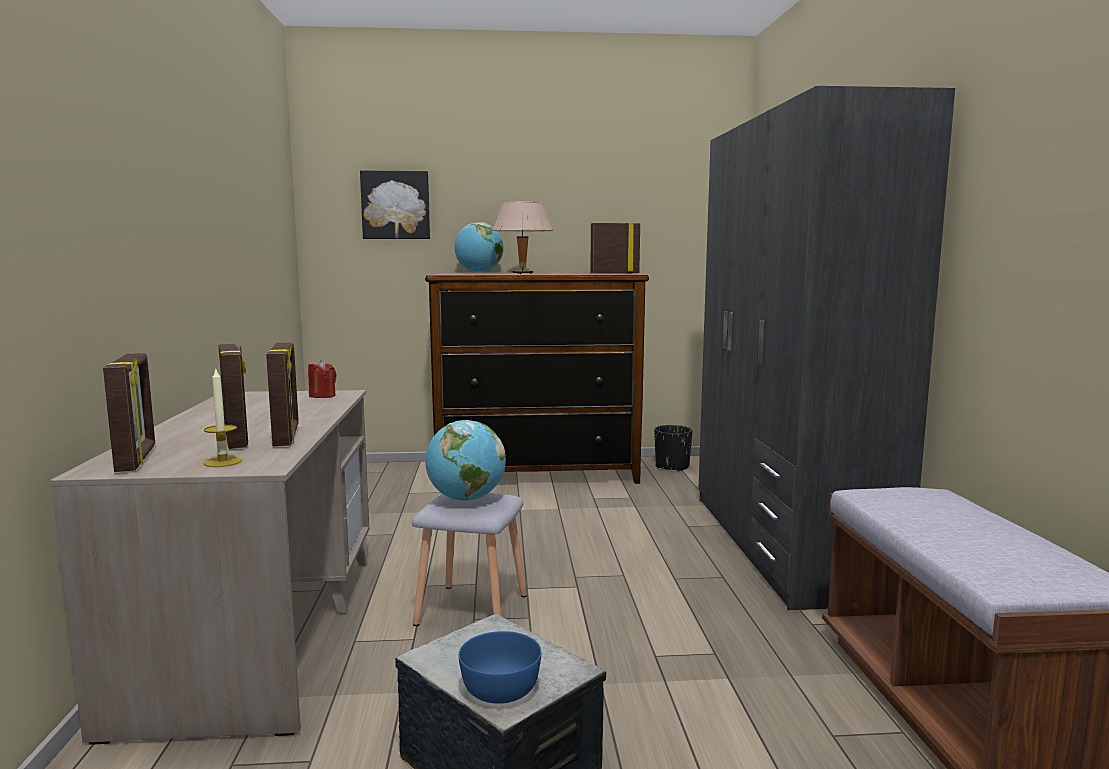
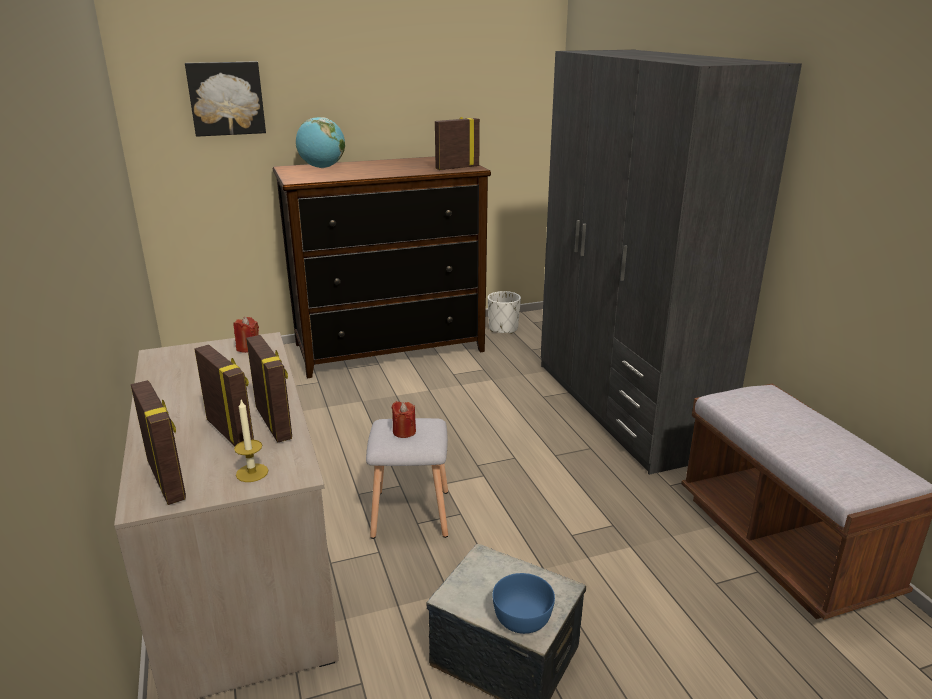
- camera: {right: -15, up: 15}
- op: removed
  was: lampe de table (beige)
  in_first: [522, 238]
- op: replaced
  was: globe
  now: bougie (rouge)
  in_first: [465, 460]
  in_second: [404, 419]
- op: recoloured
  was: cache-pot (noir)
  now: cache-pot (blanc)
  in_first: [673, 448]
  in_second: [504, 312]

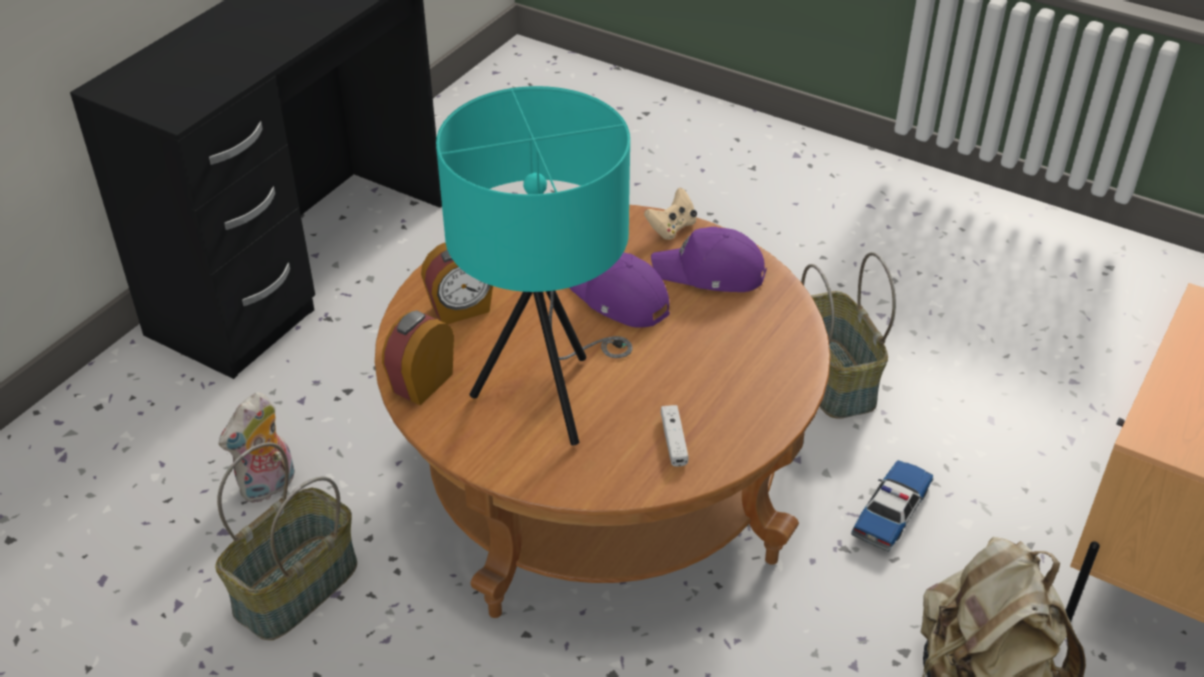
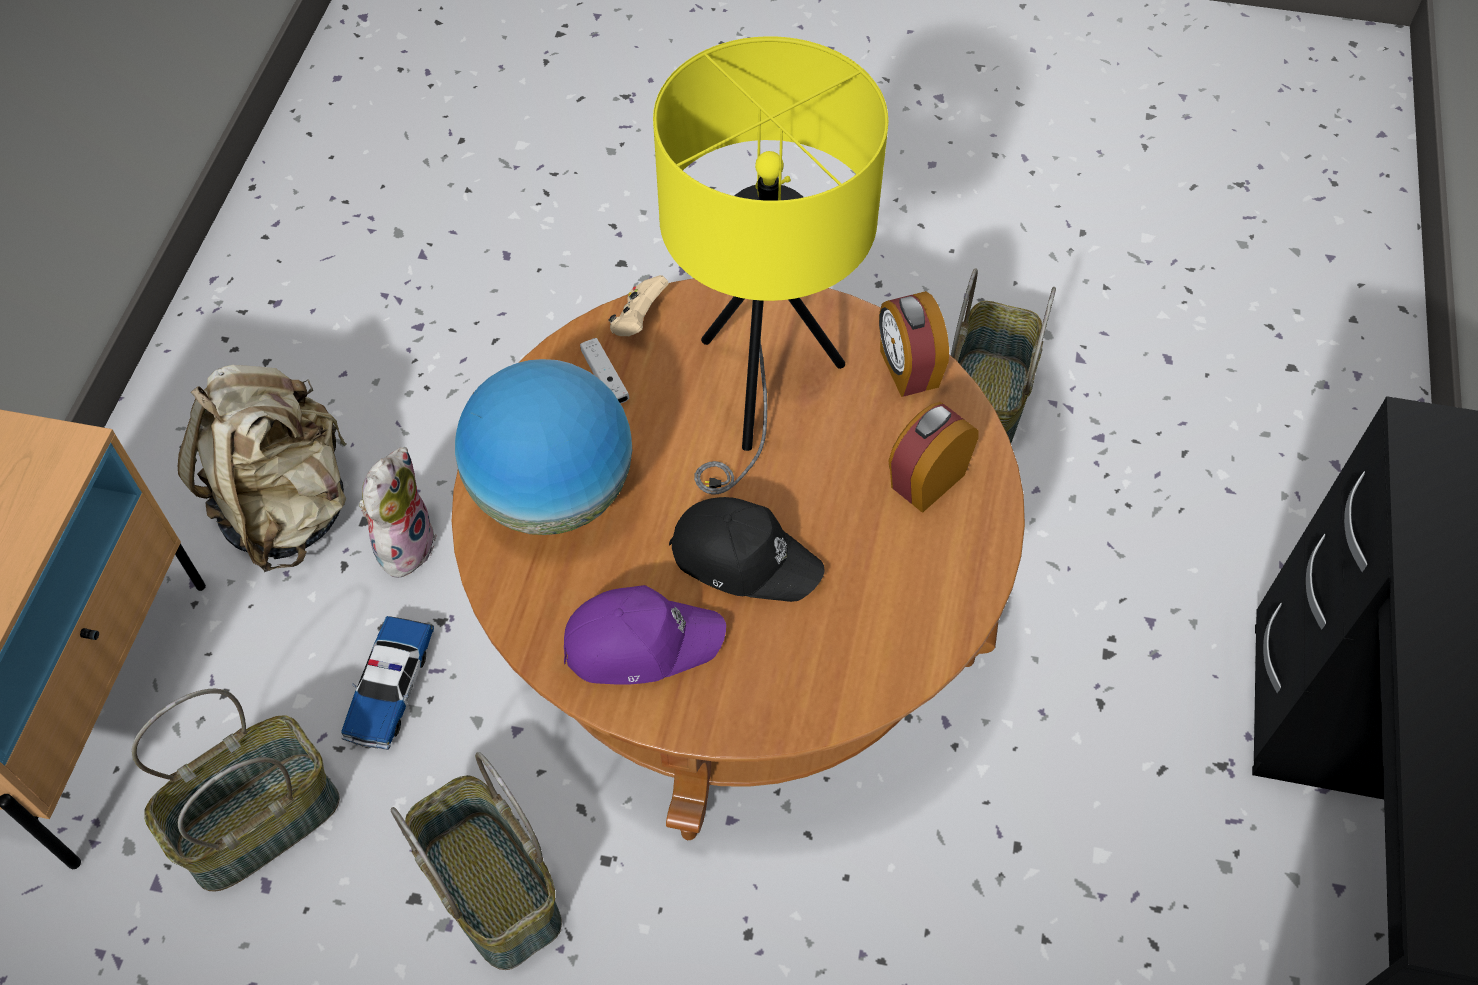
- camera: {right: 160, up: 15}
- op: recoloured
  was: lampe de table (turquoise)
  now: lampe de table (jaune)
  in_first: [534, 265]
  in_second: [770, 265]
- op: moved
  was: manette (beige)
  in_first: [670, 214]
  in_second: [638, 305]
- op: recoloured
  was: casquette (violet)
  now: casquette (noir)
  in_first: [620, 290]
  in_second: [747, 549]
- op: turned
  was: réveil
  in_first: [418, 357]
  in_second: [914, 344]
  clockwise: 150
- op: moved
  was: peluche
  in_first: [257, 447]
  in_second: [397, 512]
- op: added
  now: globe
  in_second: [543, 447]
- op: added
  now: panier
  in_second: [236, 790]

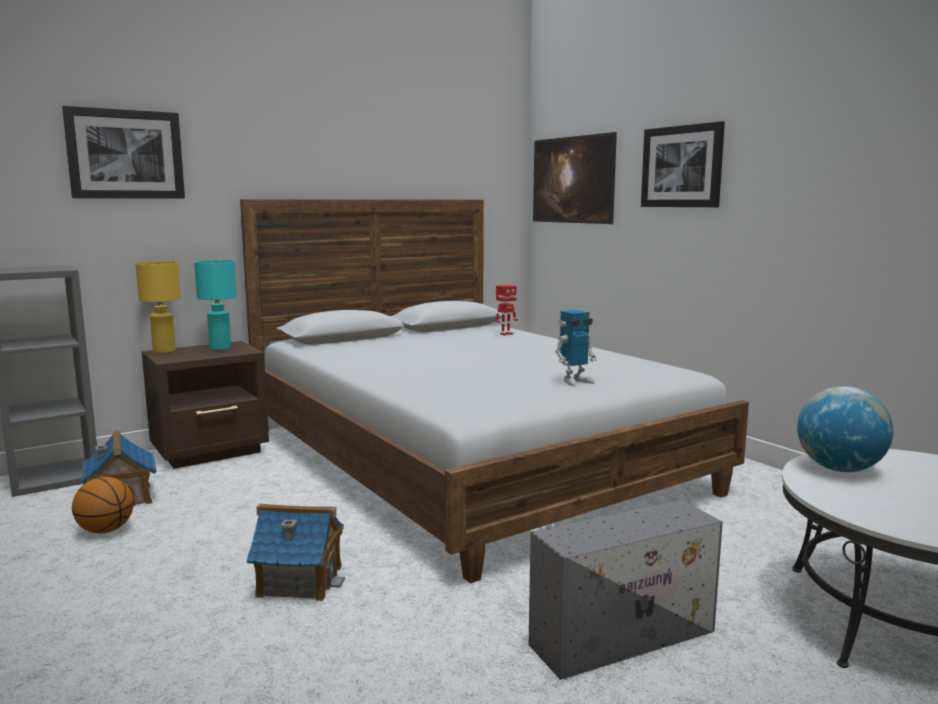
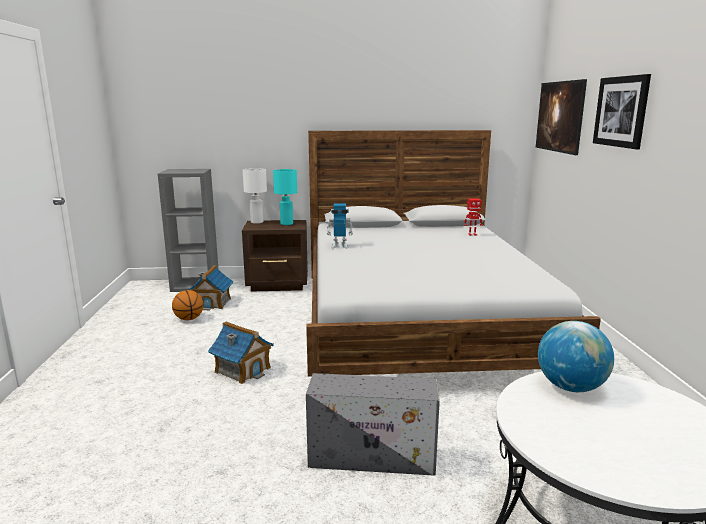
- camera: {right: 30, up: 5}
- op: removed
  was: tableau
  in_first: [123, 152]
- op: recoloured
  was: lampe de table (jaune)
  now: lampe de table (blanc)
  in_first: [158, 307]
  in_second: [255, 196]
- op: moved
  was: robot jouet
  in_first: [576, 348]
  in_second: [340, 226]

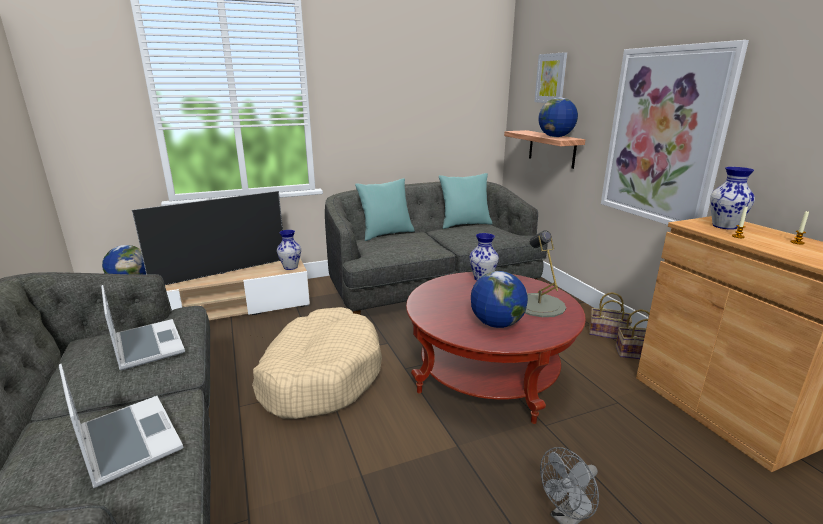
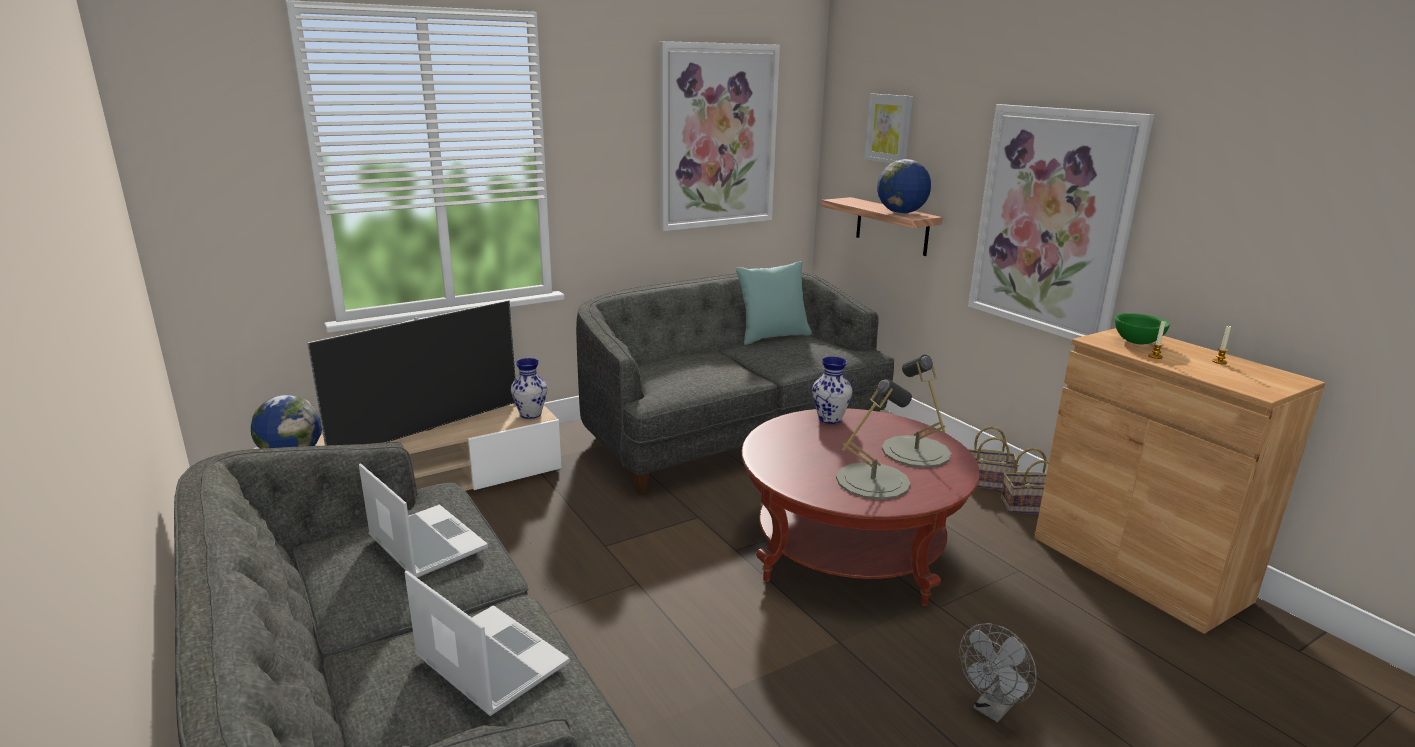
- camera: {right: -10, up: 0}
- op: replaced
  was: vase
  now: bol (vert)
  in_first: [732, 198]
  in_second: [1142, 328]
- op: removed
  was: coussin (turquoise)
  in_first: [385, 209]
- op: replaced
  was: globe
  now: lampe de table (gris)
  in_first: [499, 299]
  in_second: [874, 439]
- op: removed
  was: panier pour chien (beige)
  in_first: [317, 363]
- op: added
  now: tableau
  in_second: [720, 136]

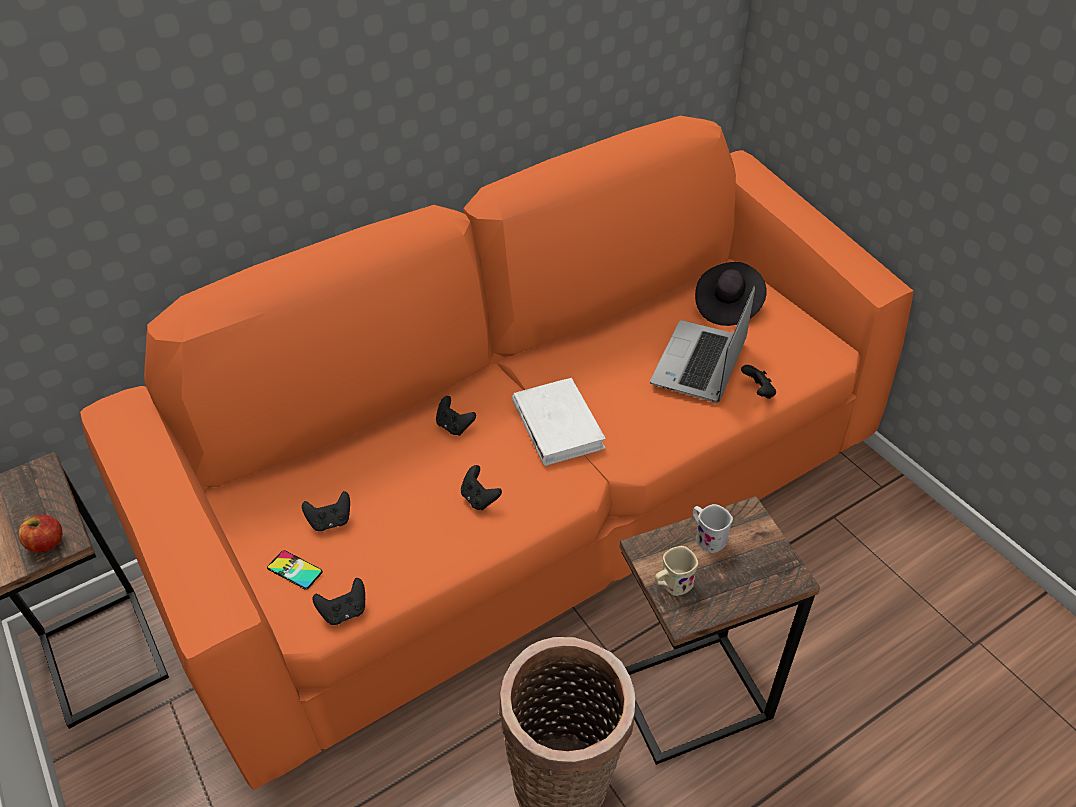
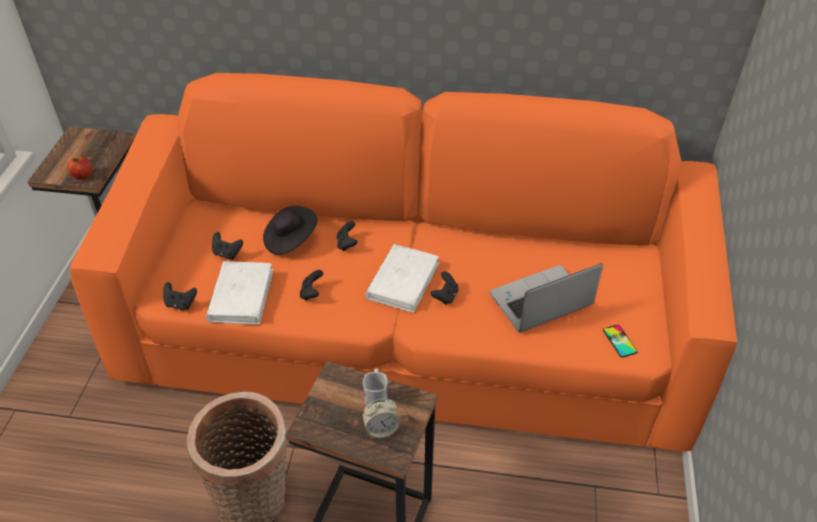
- camera: {right: 40, up: 0}
- op: moved
  was: chapeau (noir)
  in_first: [731, 294]
  in_second: [290, 230]
- op: moved
  was: manette (noir)
  in_first: [758, 382]
  in_second: [444, 288]
- op: removed
  was: mug (beige)
  in_first: [676, 571]
- op: moved
  was: téléphone
  in_first: [295, 570]
  in_second: [620, 341]
- op: added
  now: livre (blanc)
  in_second: [240, 293]
- op: added
  now: réveil
  in_second: [381, 418]

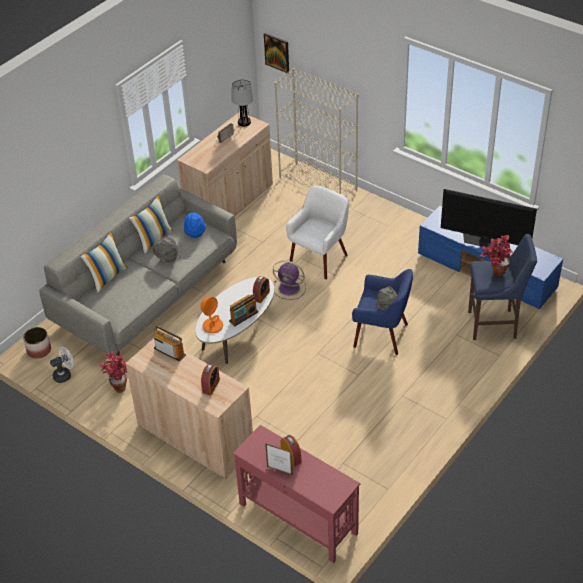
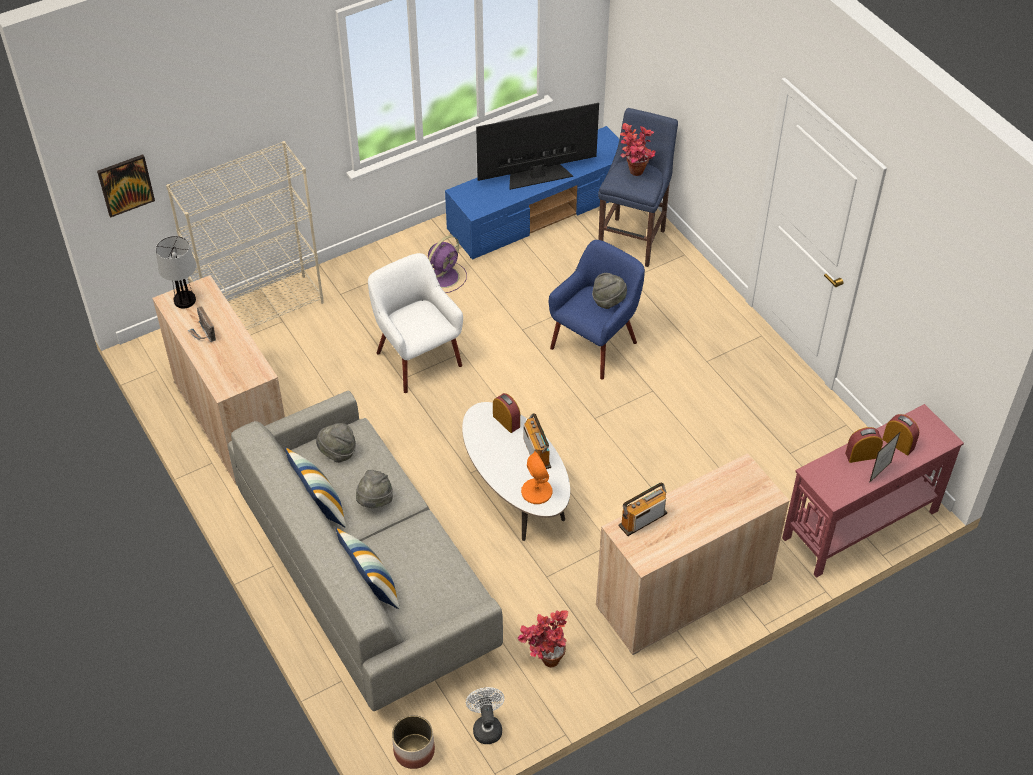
- camera: {right: -70, up: 5}
- op: turned
  was: téléviseur
  in_first: [489, 218]
  in_second: [537, 146]
  clockwise: -150
- op: recoloured
  was: chapeau (bleu)
  now: chapeau (gris)
  in_first: [195, 225]
  in_second: [336, 443]
- op: moved
  was: ventilateur (violet)
  in_first: [289, 280]
  in_second: [447, 264]
- op: moved
  was: réveil
  in_first: [210, 379]
  in_second: [900, 434]

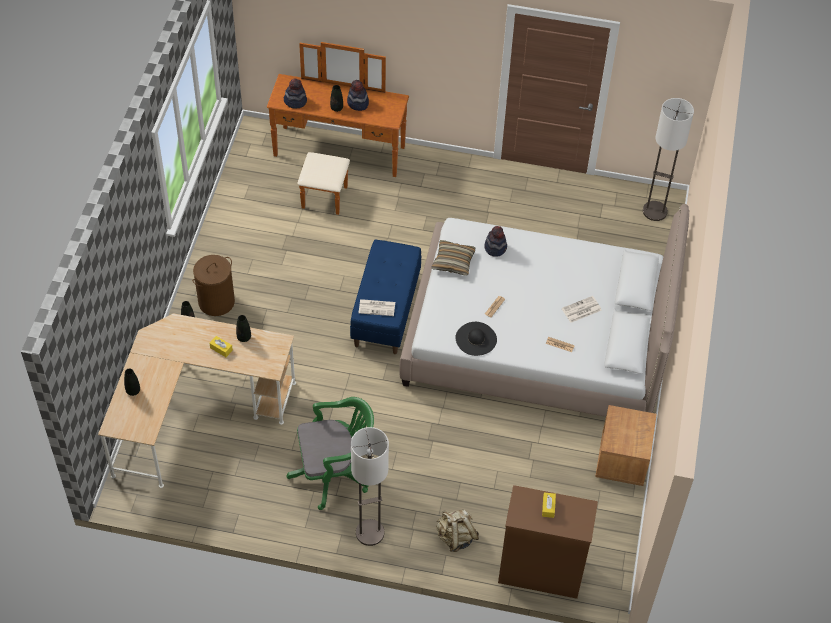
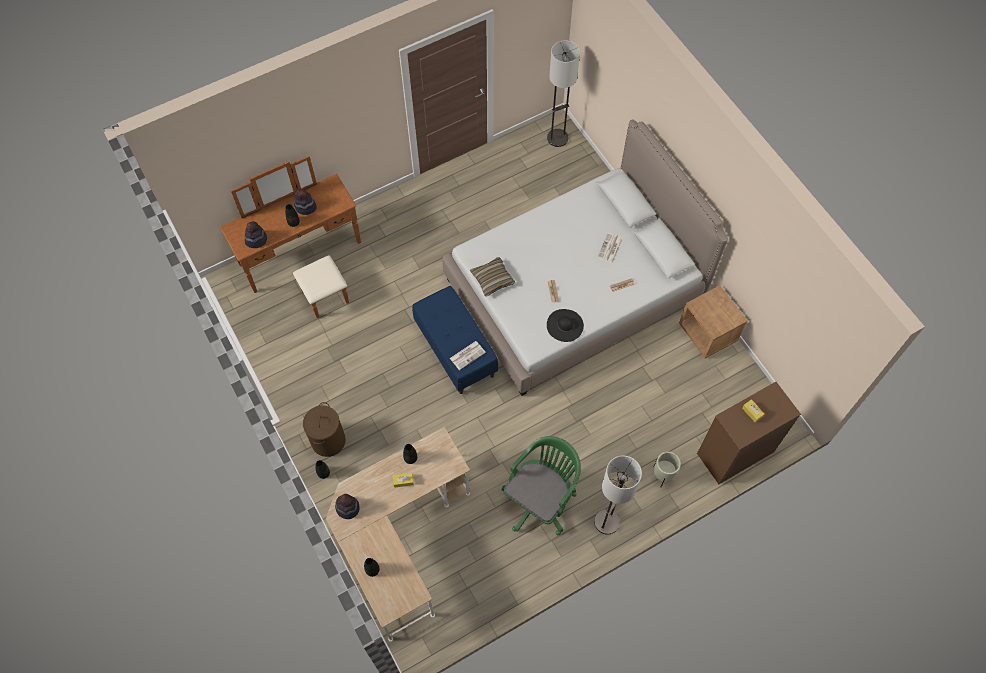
- camera: {right: -40, up: 10}
- op: moved
  was: chapeau
  in_first: [495, 241]
  in_second: [347, 506]
- op: replaced
  was: sac à dos (beige)
  now: cache-pot (beige)
  in_first: [457, 531]
  in_second: [667, 469]

